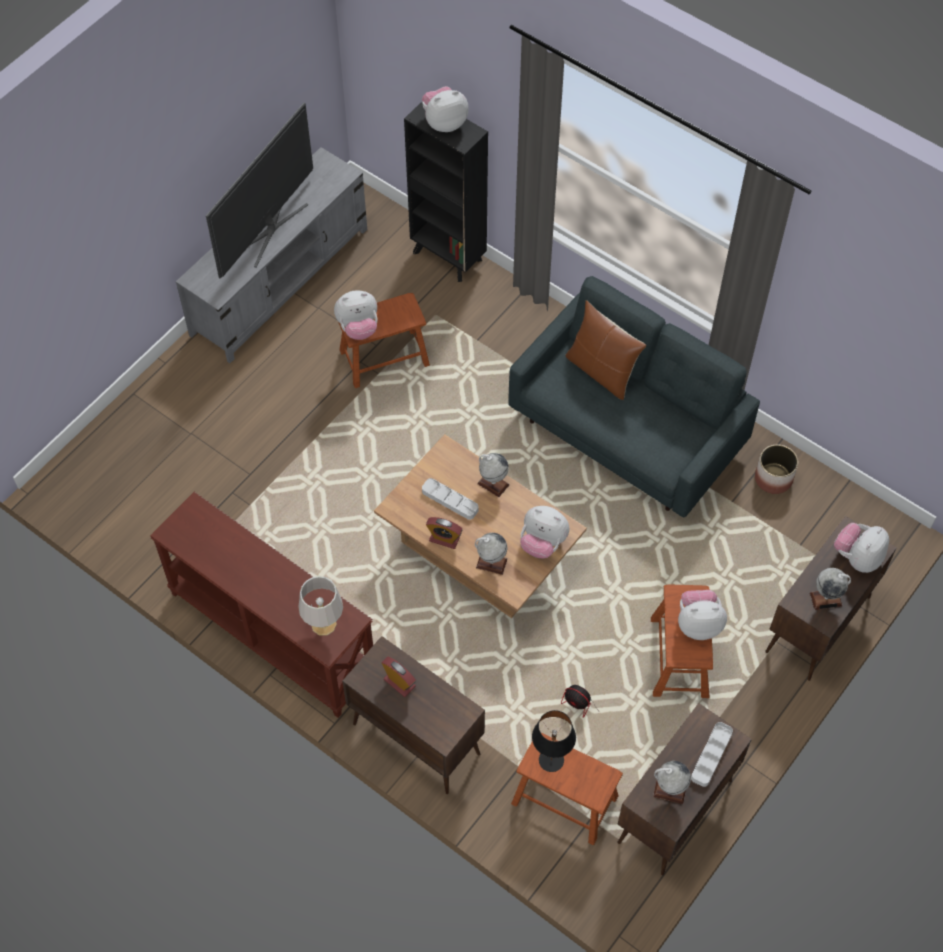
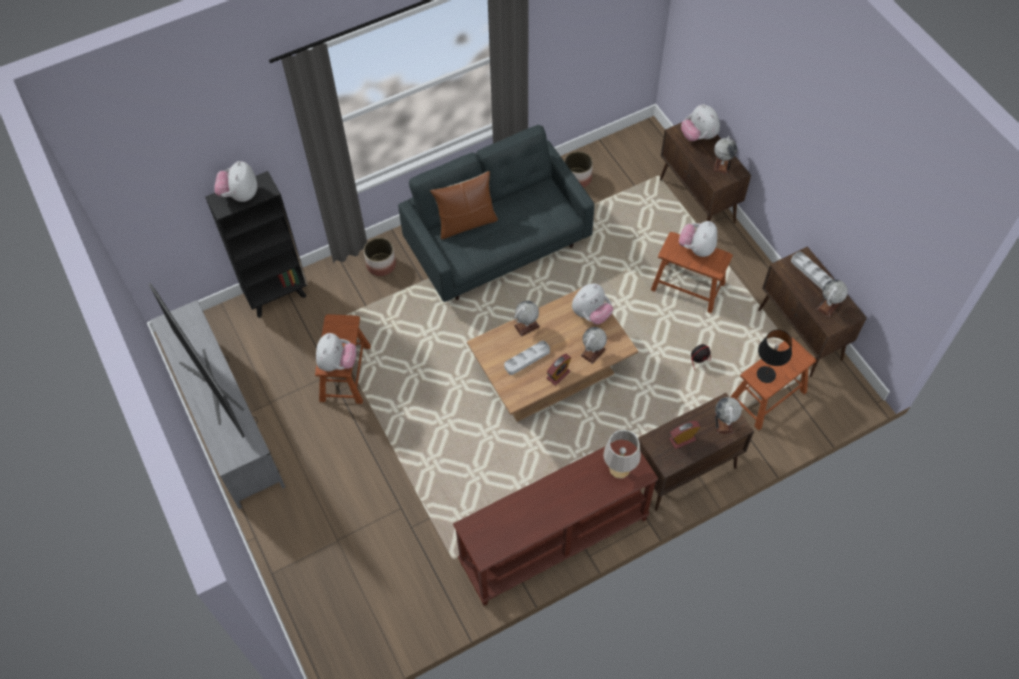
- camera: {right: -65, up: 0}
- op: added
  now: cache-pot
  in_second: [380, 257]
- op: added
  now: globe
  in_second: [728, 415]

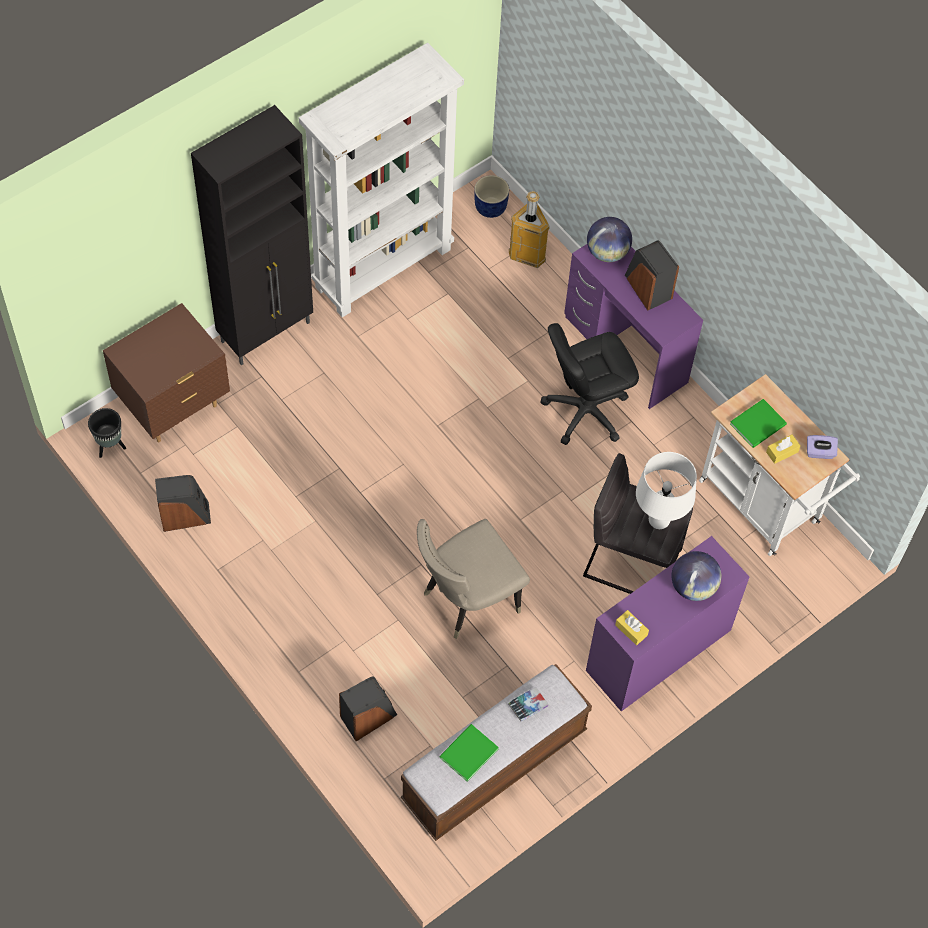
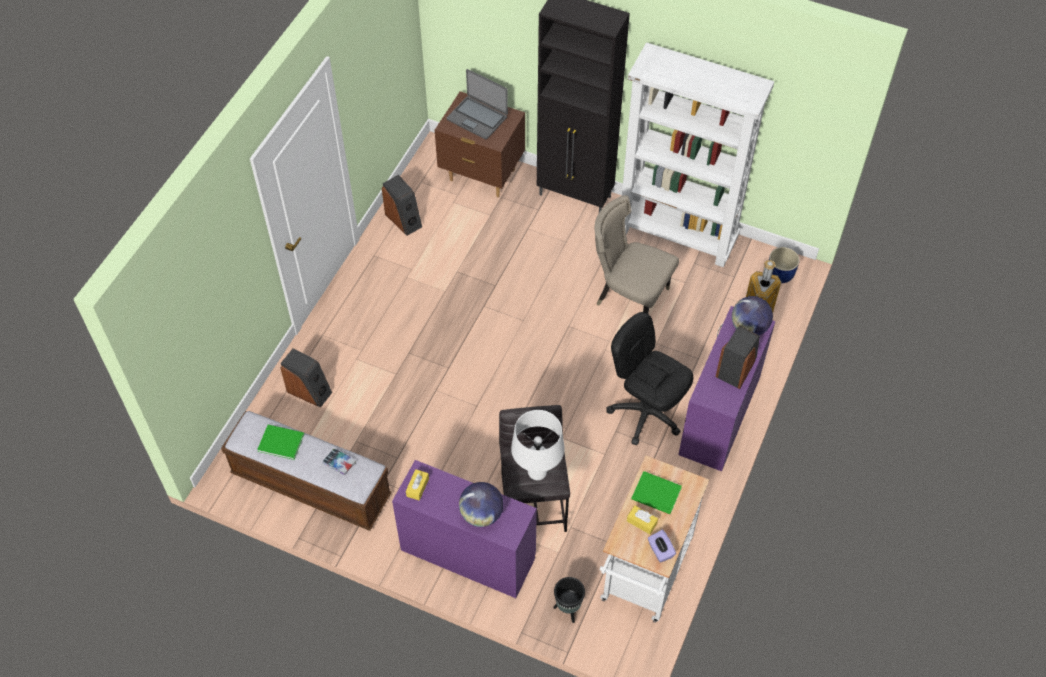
- camera: {right: 65, up: -5}
- op: moved
  was: cache-pot (noir)
  in_first: [107, 433]
  in_second: [569, 600]
- op: moved
  was: chaise (beige)
  in_first: [473, 579]
  in_second: [637, 254]
- op: added
  now: ordinateur portable
  in_second: [477, 104]

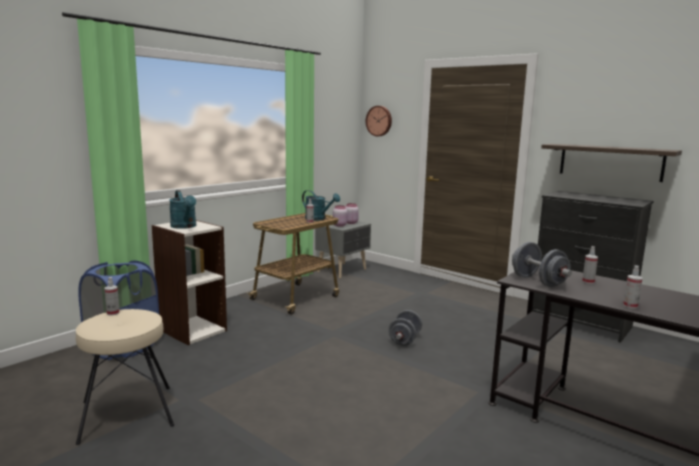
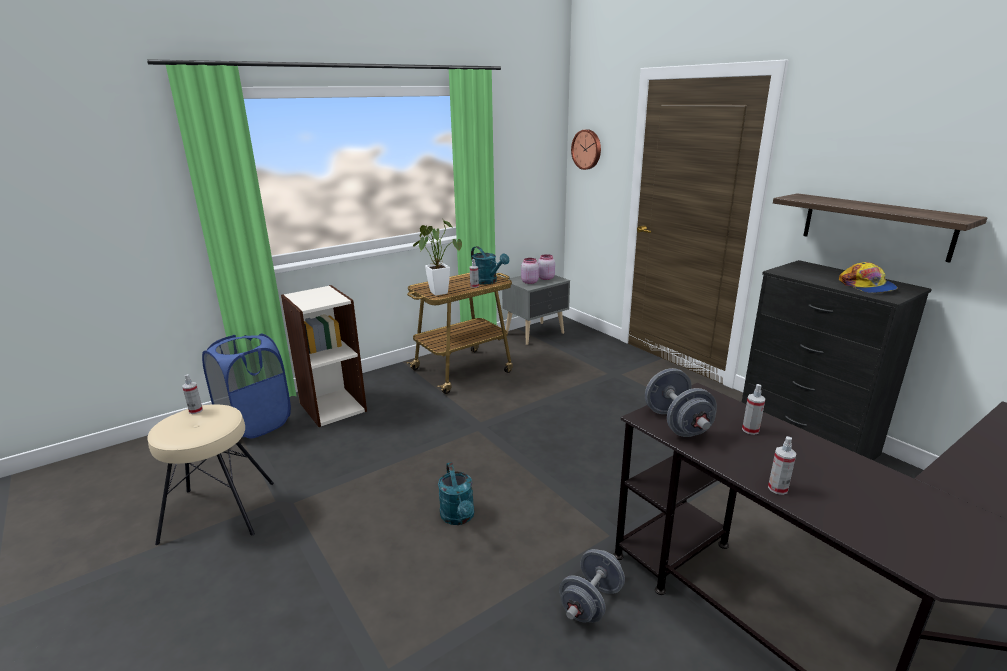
- camera: {right: 15, up: 10}
- op: moved
  was: arrosoir (turquoise)
  in_first: [182, 209]
  in_second: [456, 493]
- op: moved
  was: haltère (gris)
  in_first: [405, 328]
  in_second: [592, 586]
- op: added
  now: plante en pot
  in_second: [437, 258]
- op: added
  now: casquette
  in_second: [868, 277]

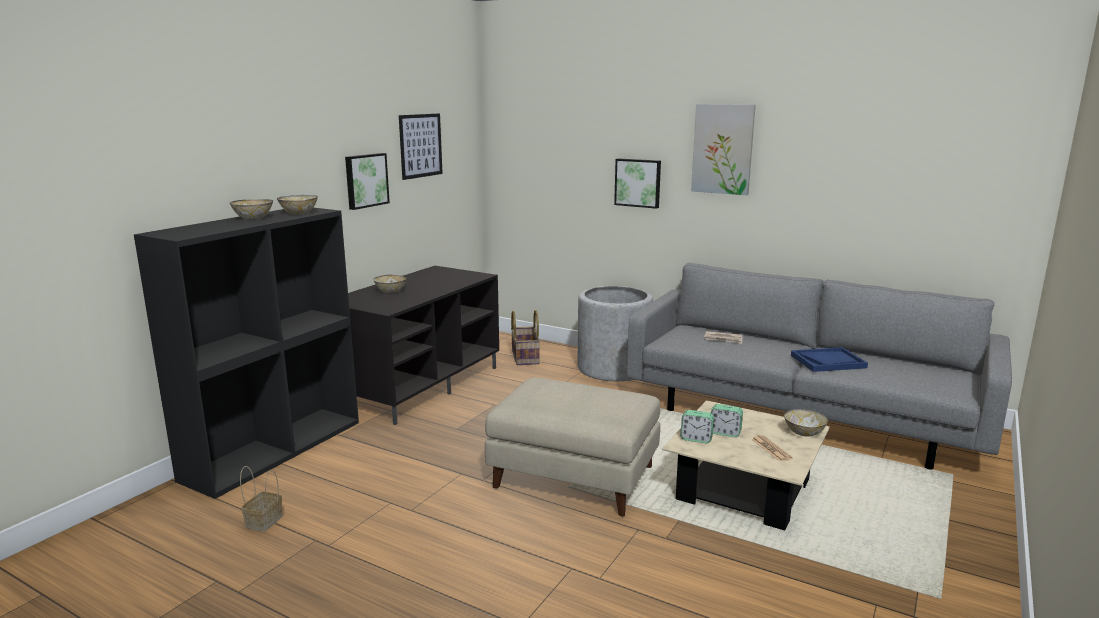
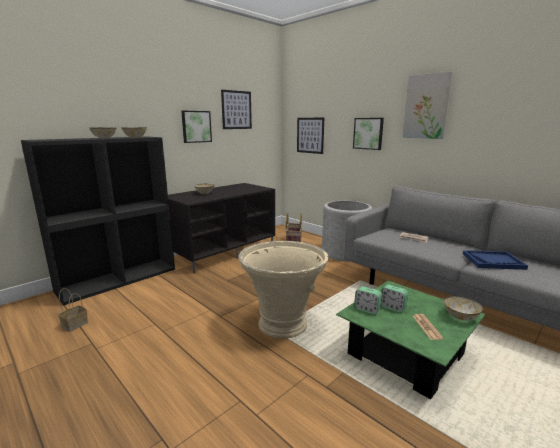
- camera: {right: 15, up: 0}
- op: replaced
  was: pouf (beige)
  now: cache-pot (beige)
  in_first: [572, 447]
  in_second: [283, 290]
- op: recoloured
  was: table basse (beige)
  now: table basse (vert)
  in_first: [746, 465]
  in_second: [411, 339]
- op: added
  now: tableau
  in_second: [310, 136]

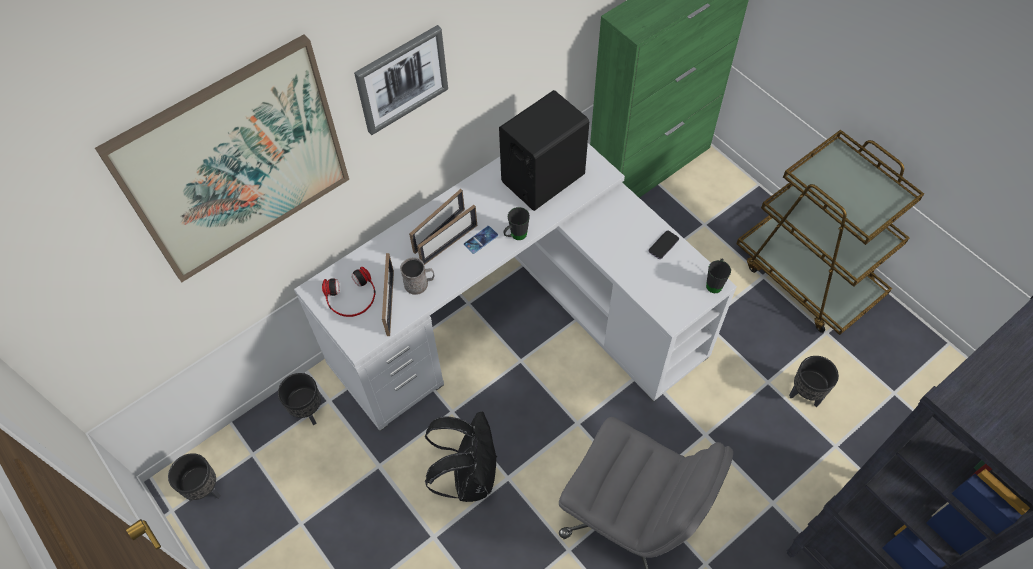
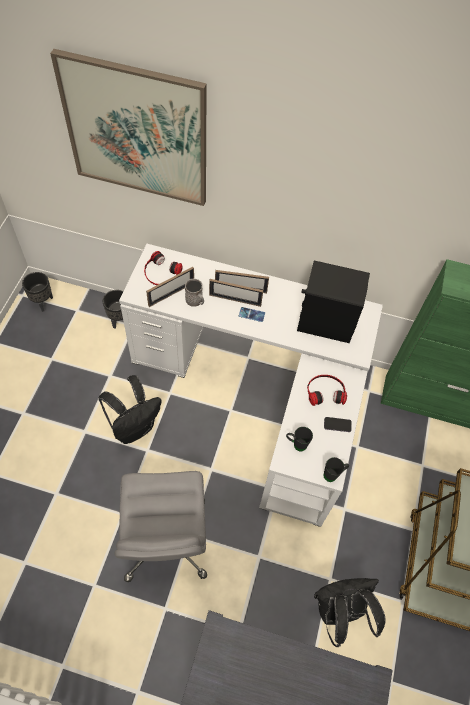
- camera: {right: 50, up: 0}
- op: removed
  was: tableau
  in_first: [401, 80]
- op: moved
  was: mug (noir)
  in_first: [516, 223]
  in_second: [299, 439]
- op: replaced
  was: cache-pot (noir)
  now: sac à dos (noir)
  in_first: [814, 381]
  in_second: [349, 612]
- op: added
  now: casque audio
  in_second: [327, 390]

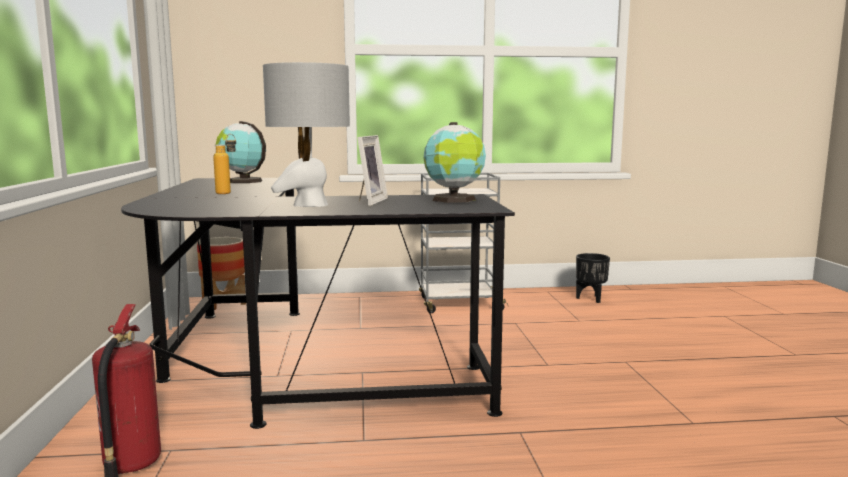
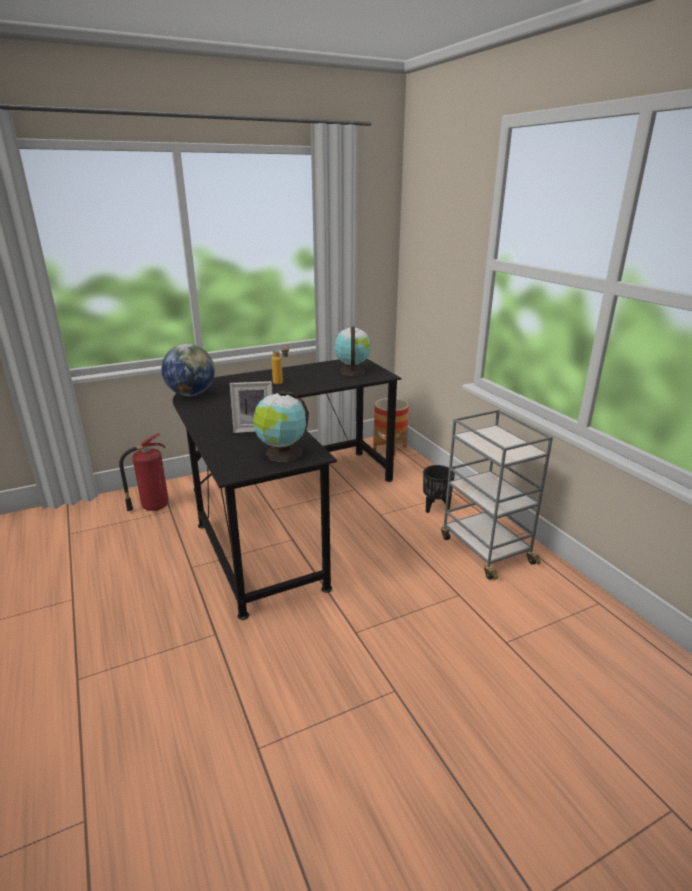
- camera: {right: 70, up: 15}
- op: removed
  was: lampe de table (gris)
  in_first: [306, 134]
- op: moved
  was: cache-pot (noir)
  in_first: [593, 278]
  in_second: [439, 489]
- op: added
  now: globe
  in_second: [188, 370]

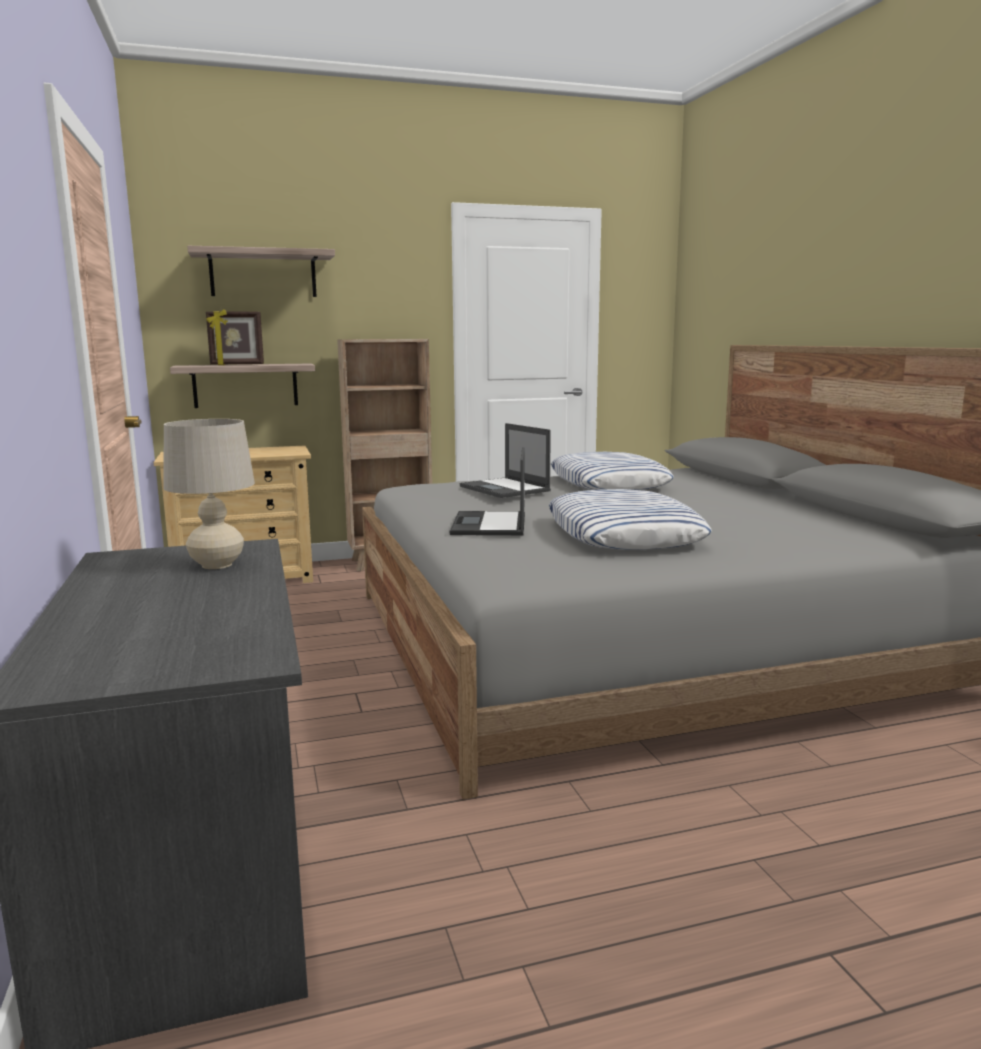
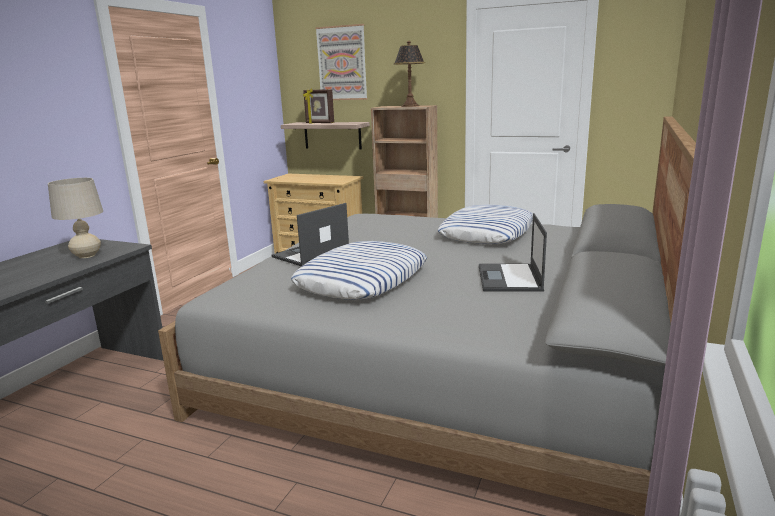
- camera: {right: 40, up: 5}
- op: replaced
  was: étagère
  now: tableau
  in_first: [261, 271]
  in_second: [341, 62]
- op: moved
  was: ordinateur portable
  in_first: [505, 460]
  in_second: [513, 252]
- op: added
  now: lampe de table
  in_second: [409, 74]

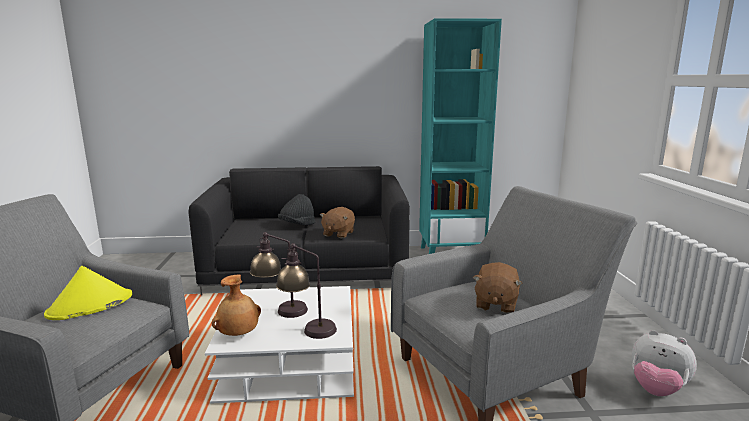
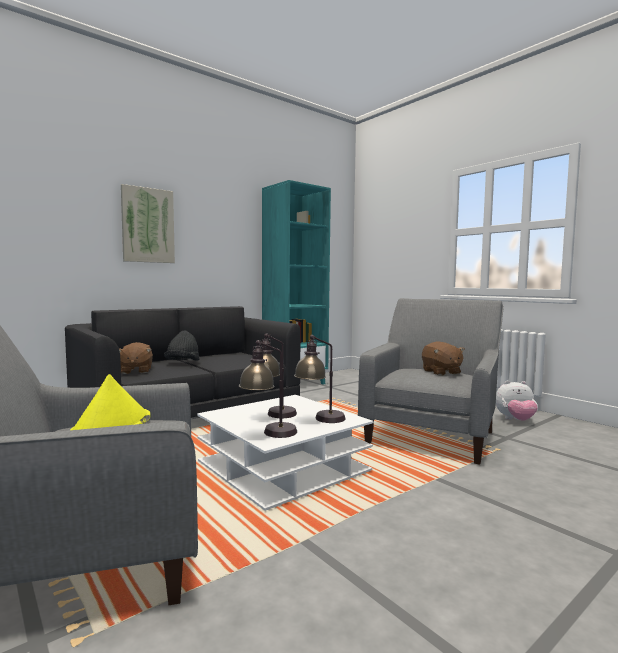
- camera: {right: -35, up: -10}
- op: moved
  was: peluche (marron)
  in_first: [337, 222]
  in_second: [136, 358]
- op: replaced
  was: vase (marron)
  now: lampe de table
  in_first: [236, 305]
  in_second: [268, 389]
- op: added
  now: tableau
  in_second: [148, 223]

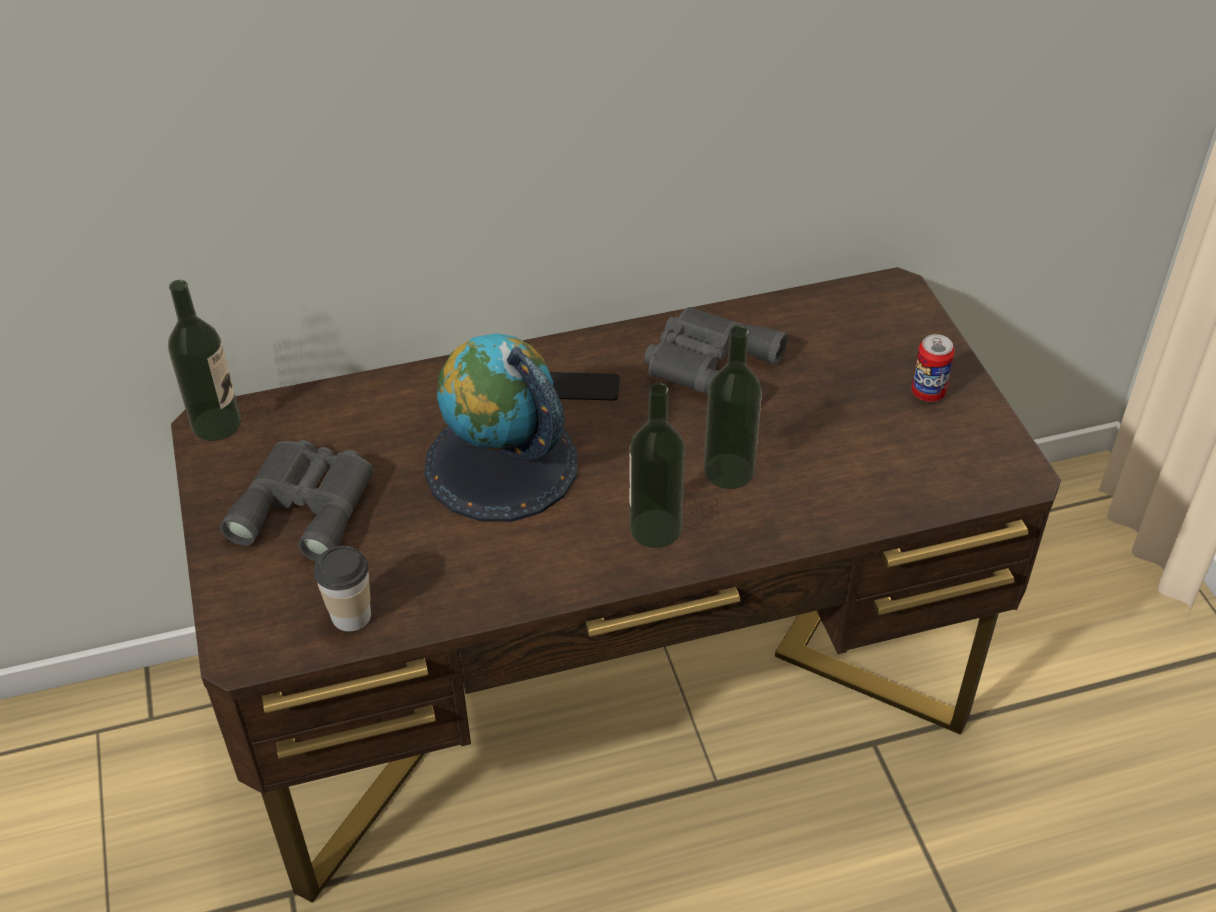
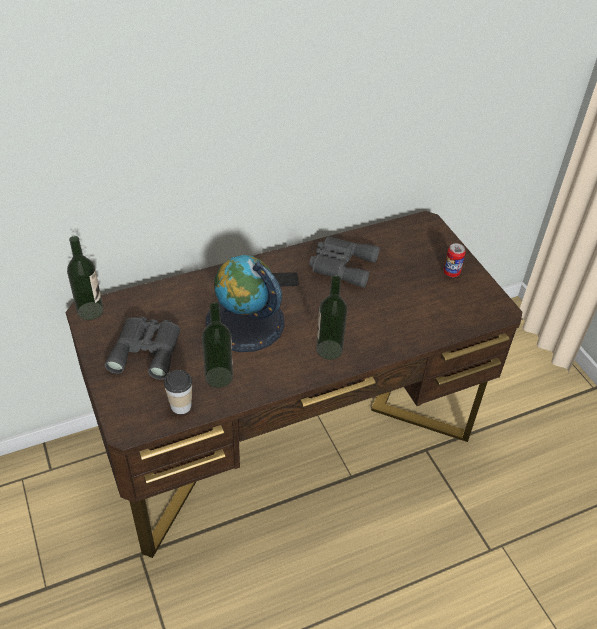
- camera: {right: -10, up: 0}
- op: moved
  was: bouteille
  in_first: [733, 407]
  in_second: [217, 345]

